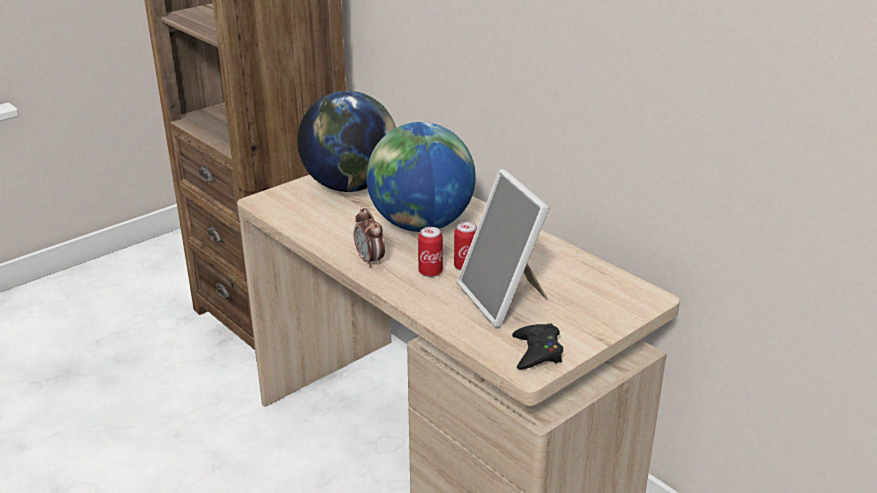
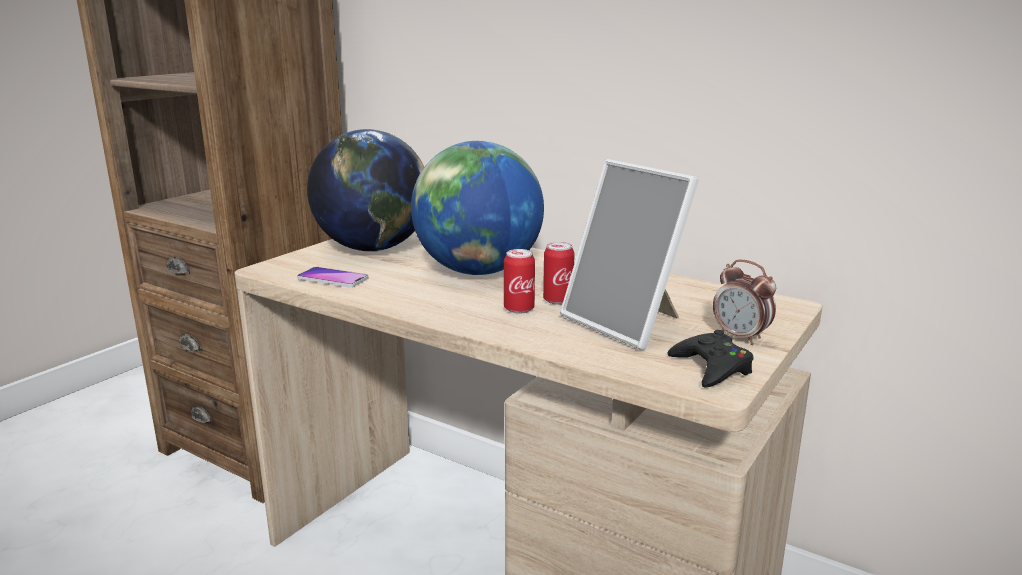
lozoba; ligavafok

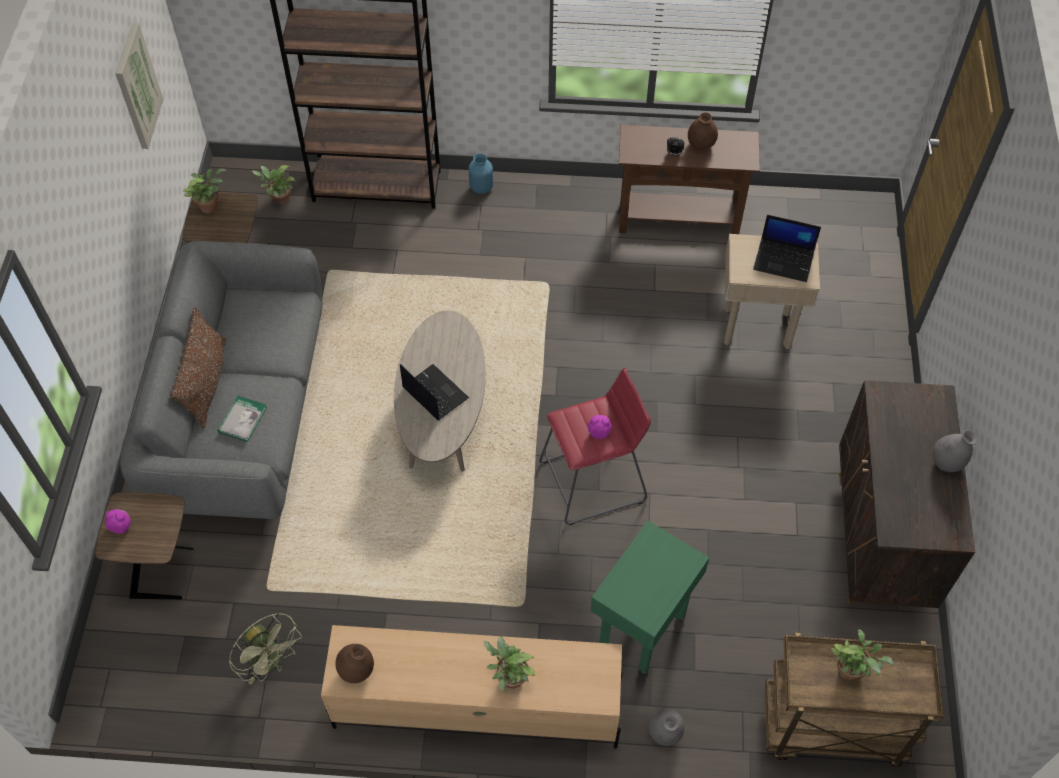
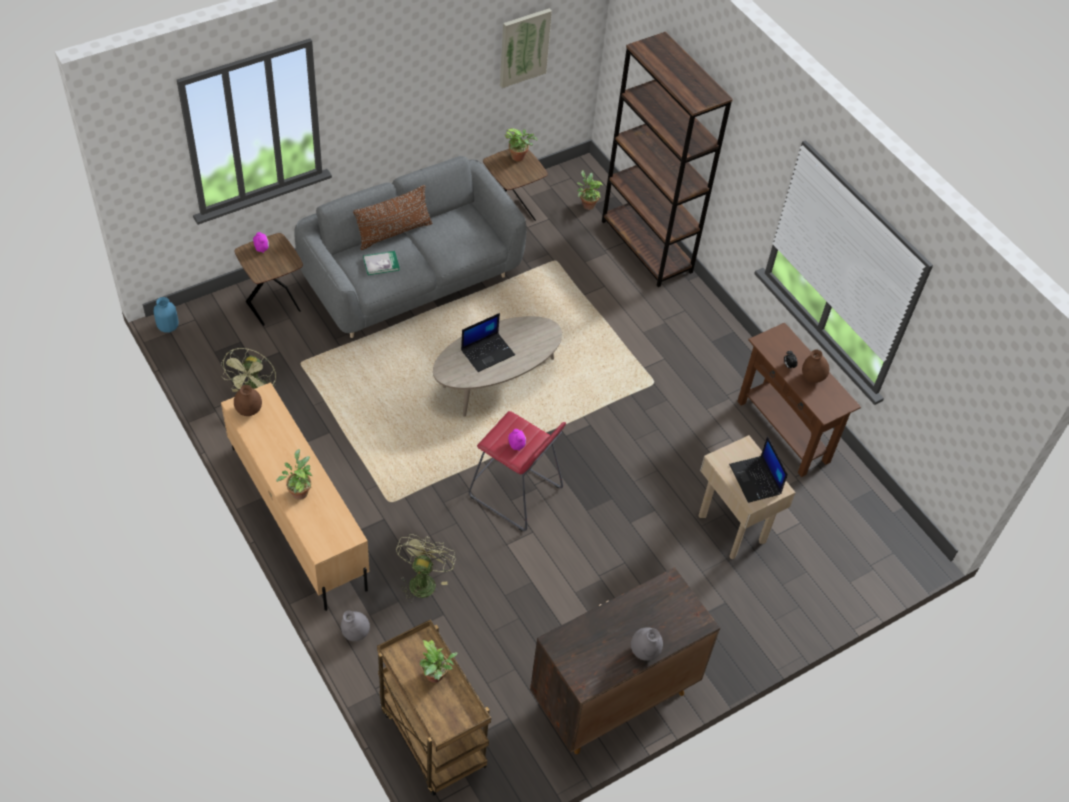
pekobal (no. 1 from left); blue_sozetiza; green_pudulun (no. 2 from left)

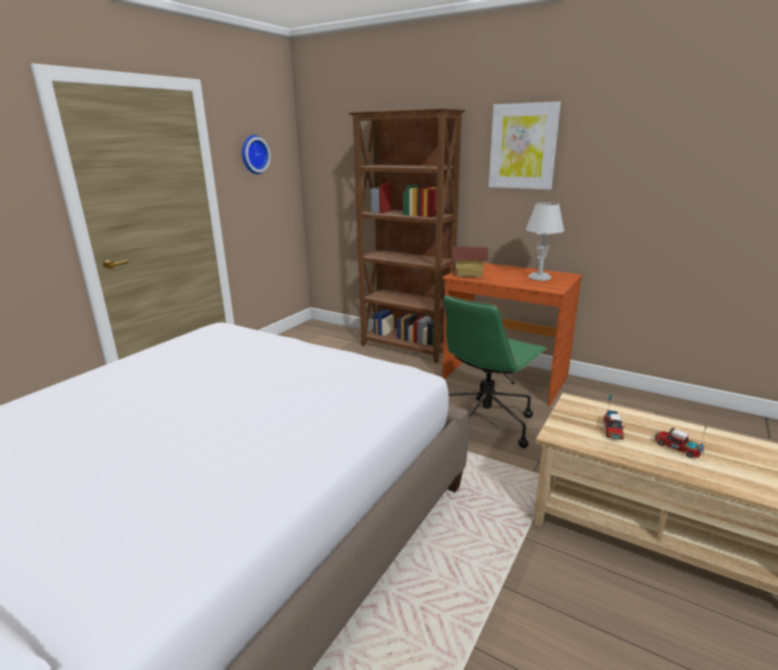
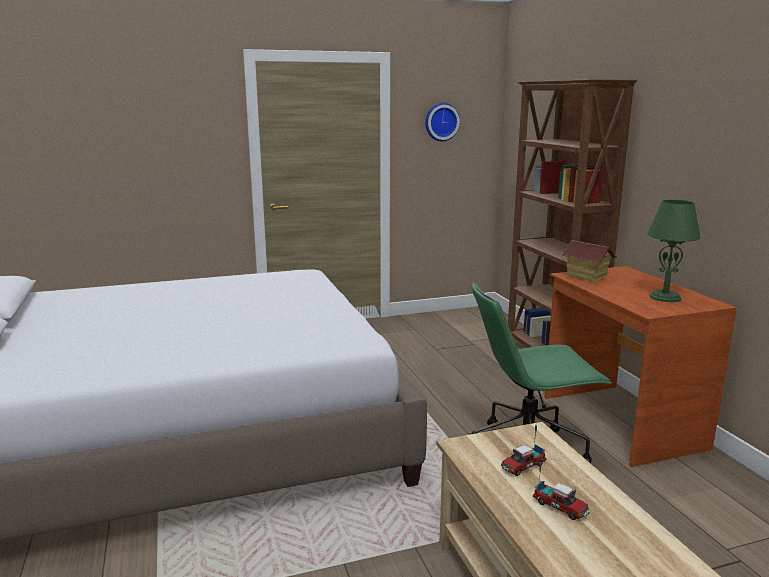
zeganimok; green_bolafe; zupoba (no. 2 from left)

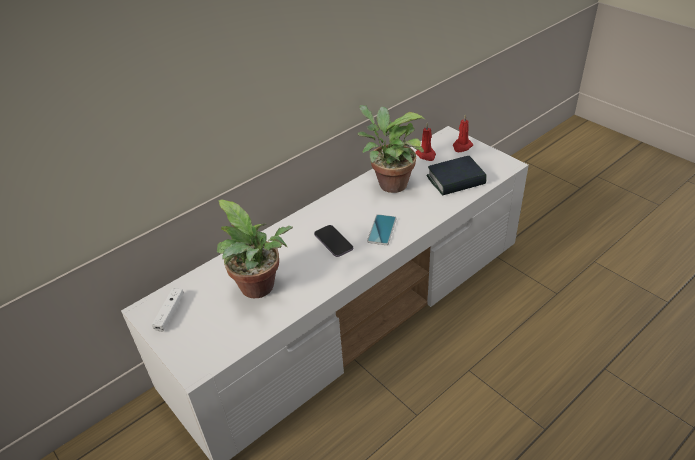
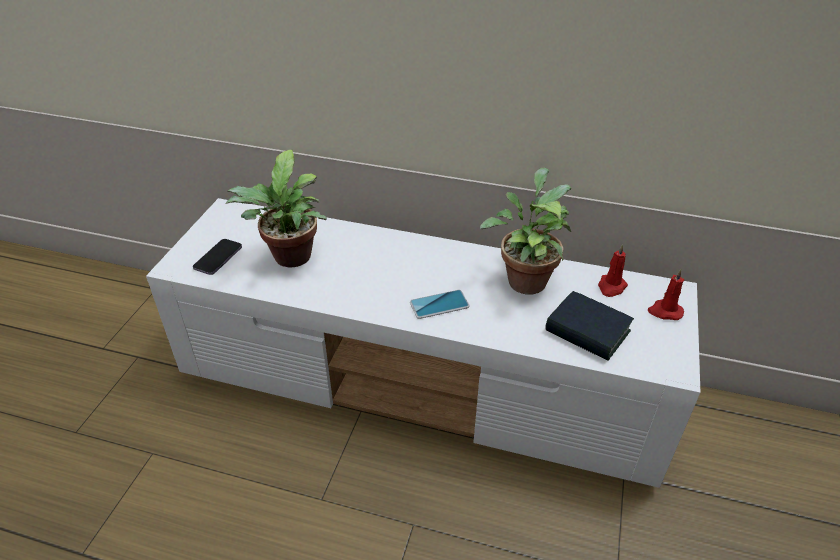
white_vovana; ligavafok (no. 1 from left)

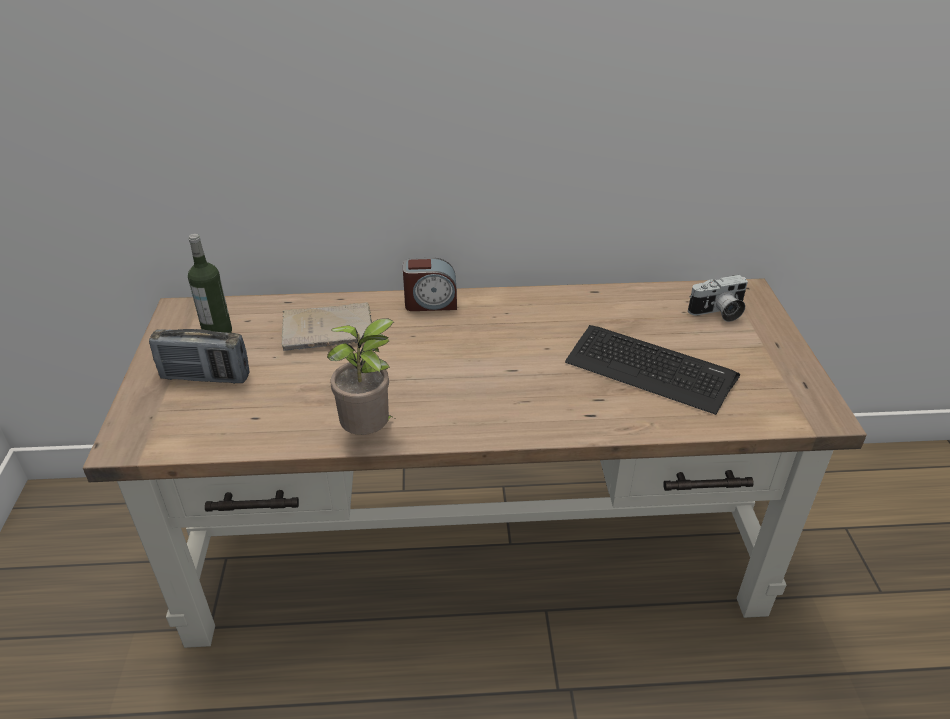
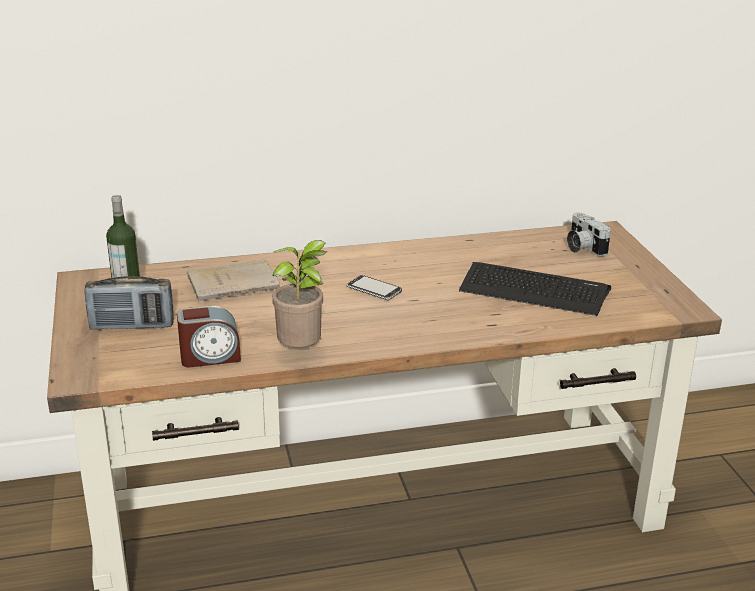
lozoba; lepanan; ligavafok

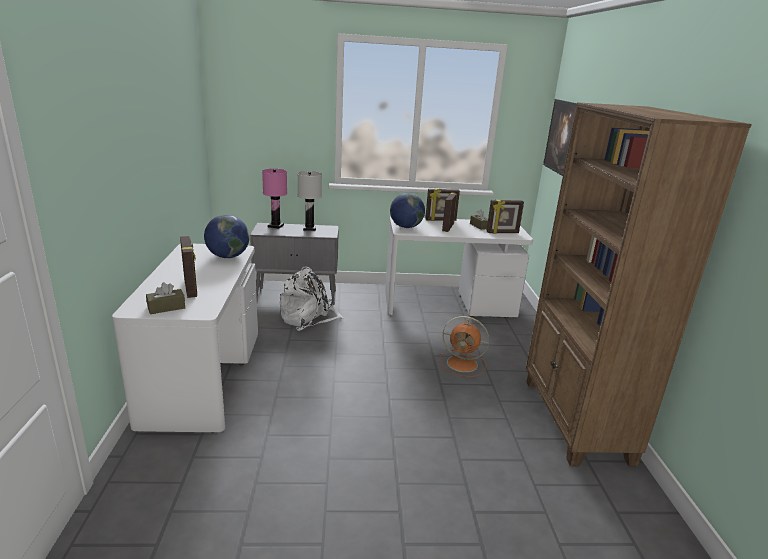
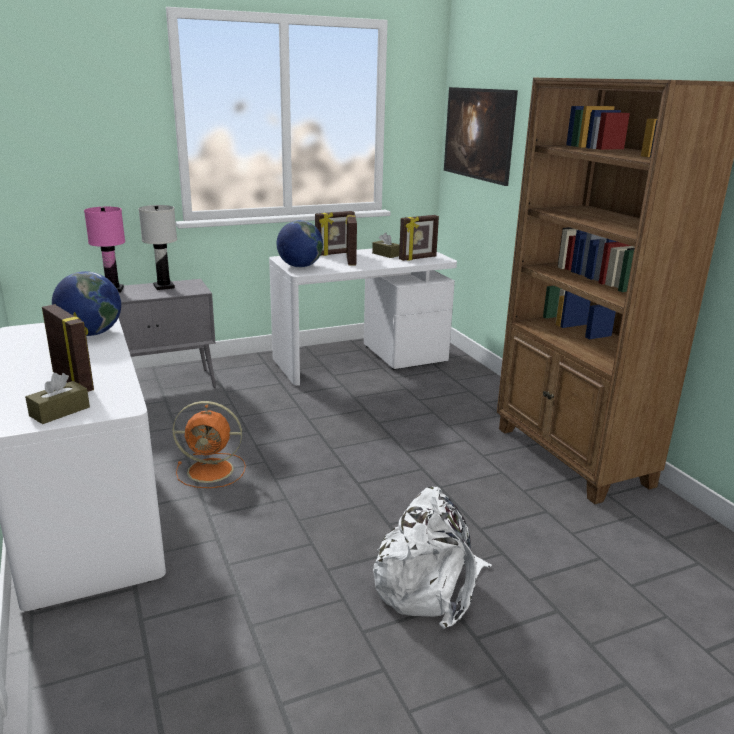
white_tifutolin; orange_pudulun

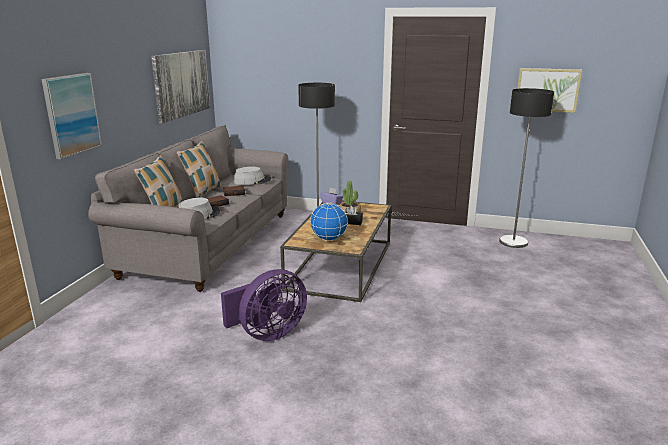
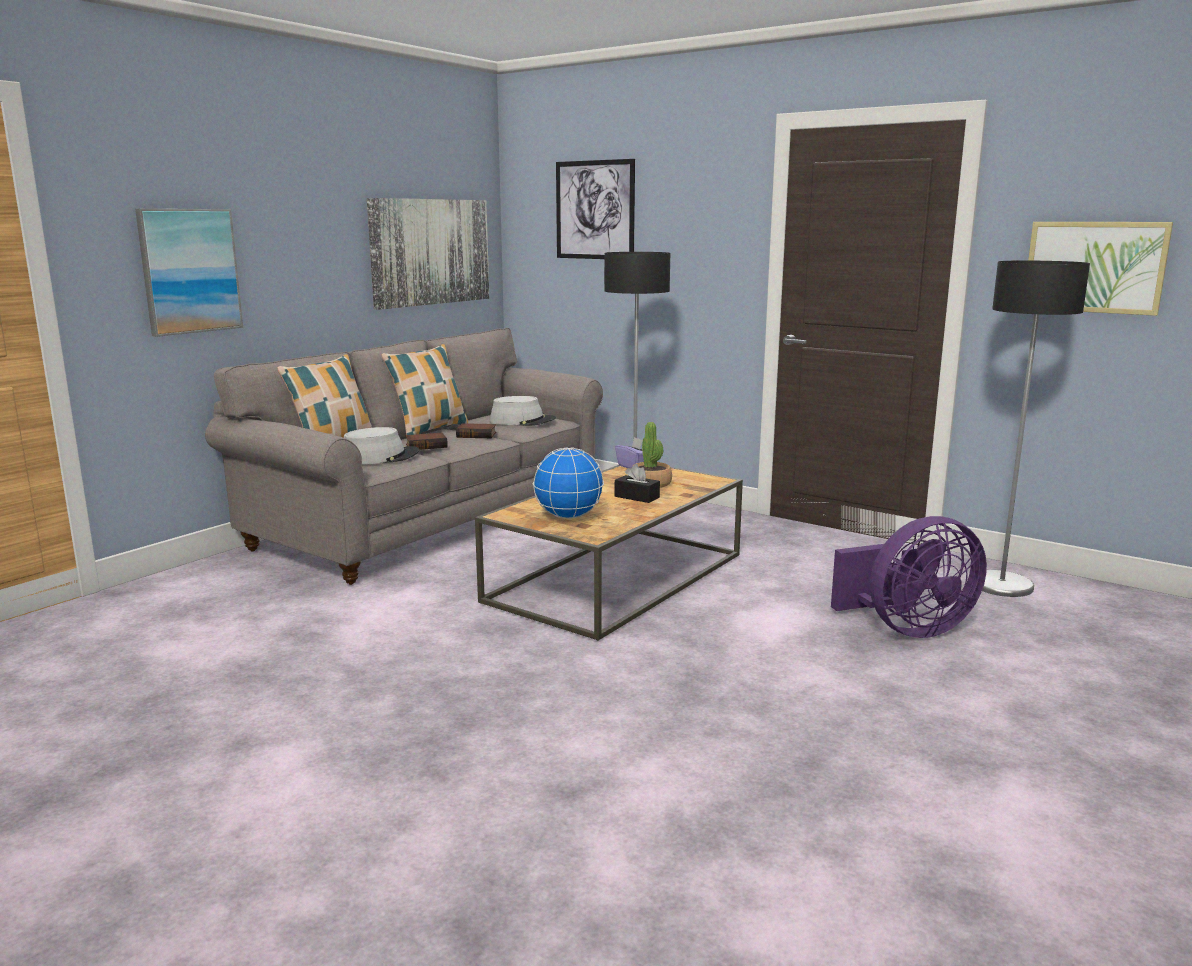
purple_pudulun; zeganimok (no. 3 from left)

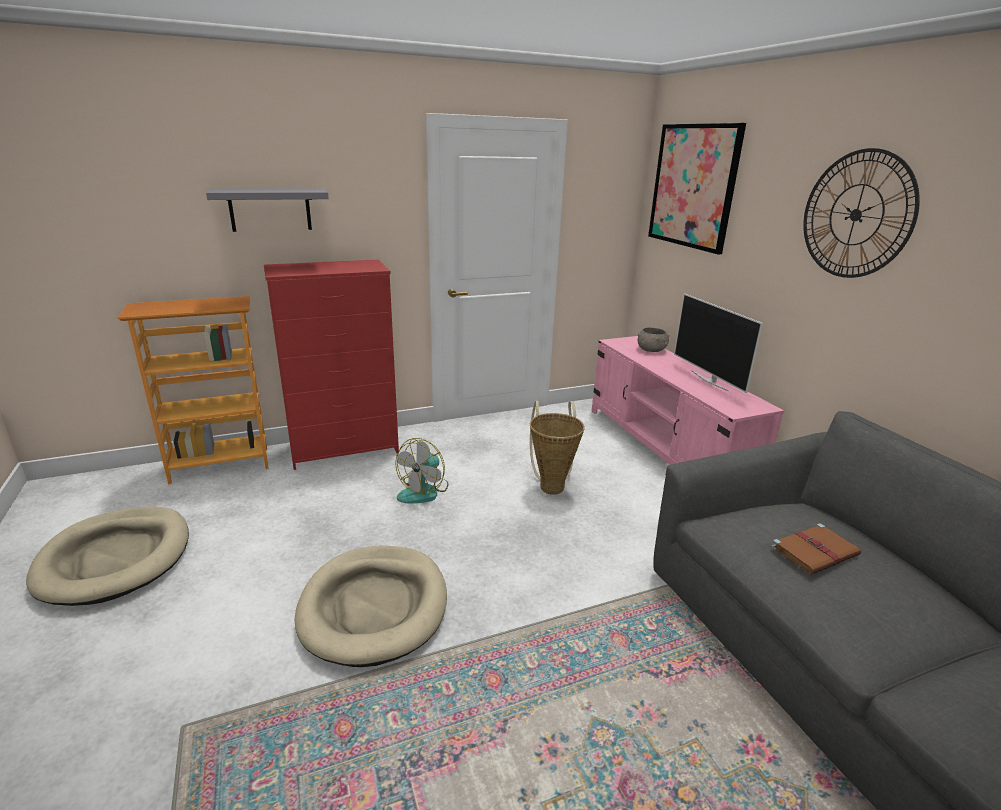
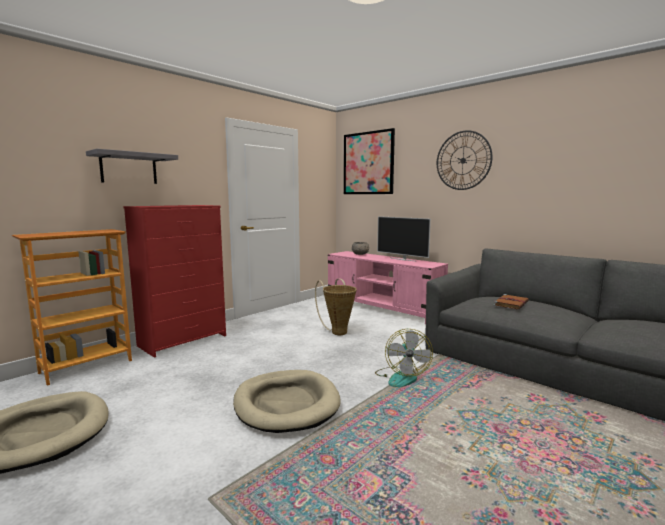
pudulun

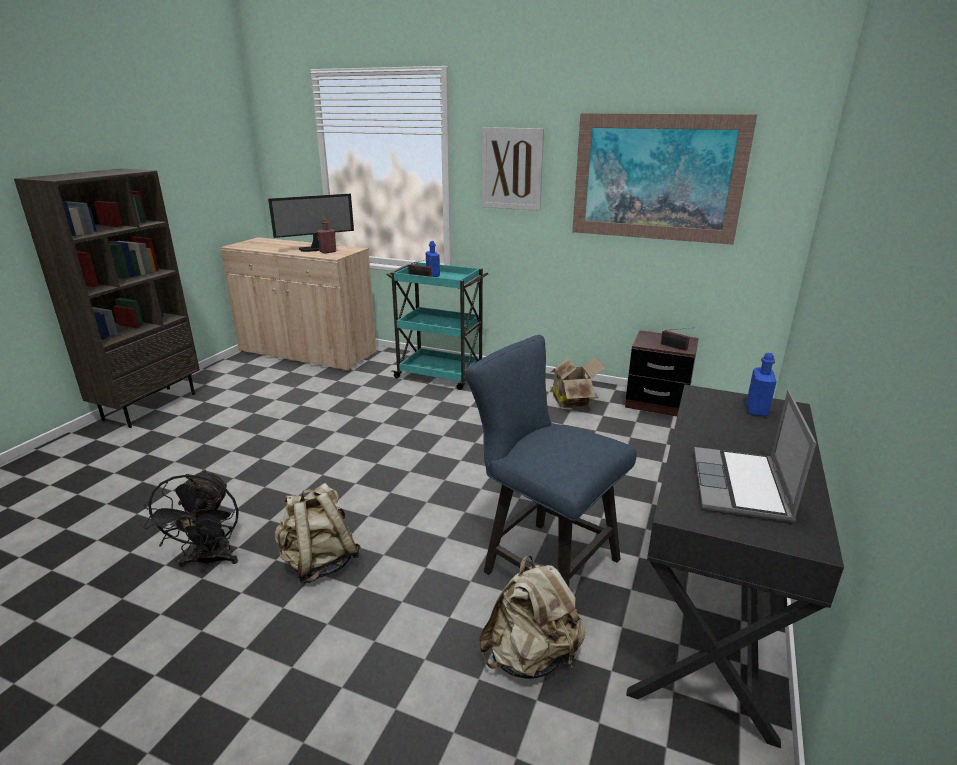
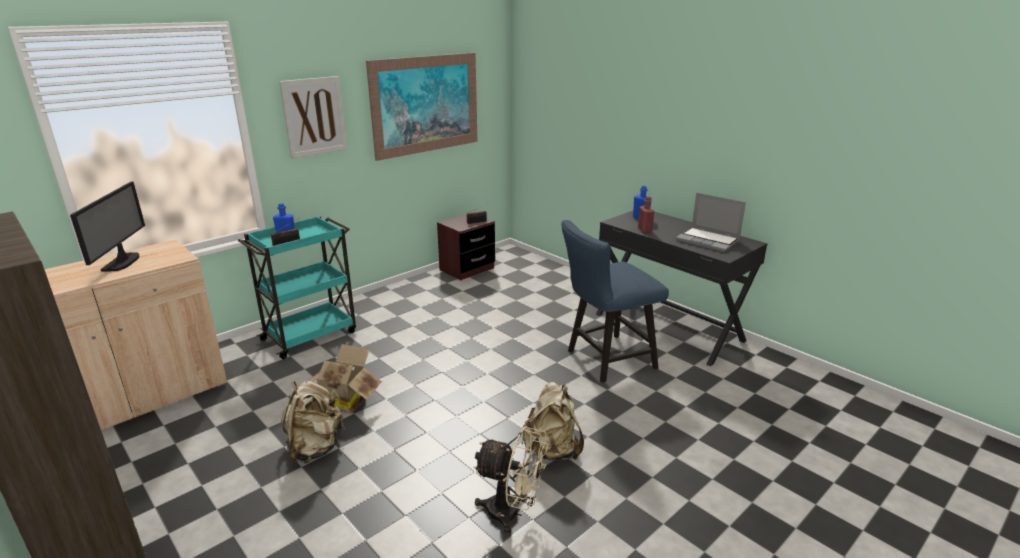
beige_pudulun; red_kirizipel; beige_tifutolin (no. 1 from left); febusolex

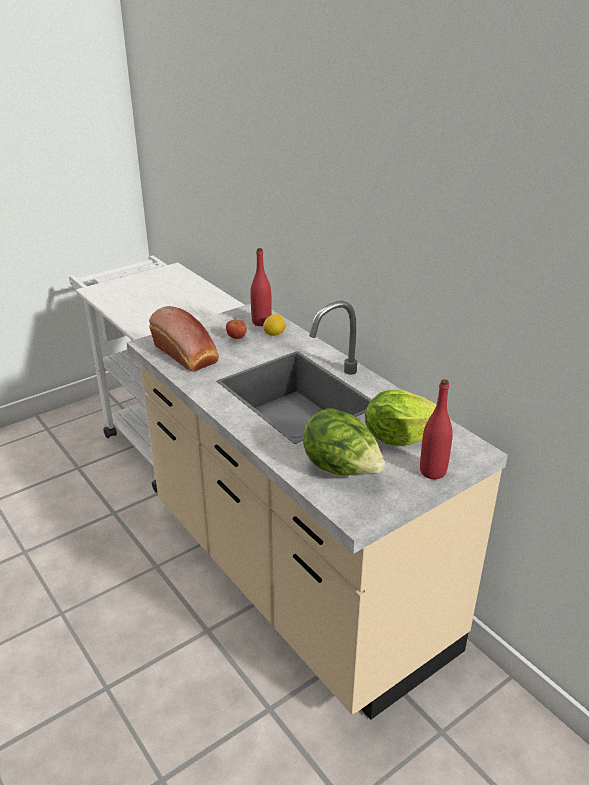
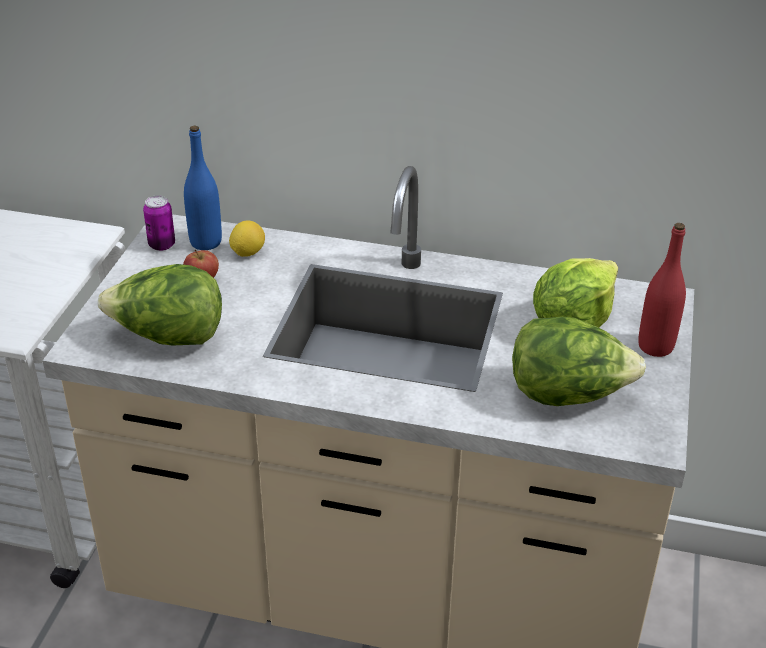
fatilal (no. 1 from left); blue_kirizipel; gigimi

